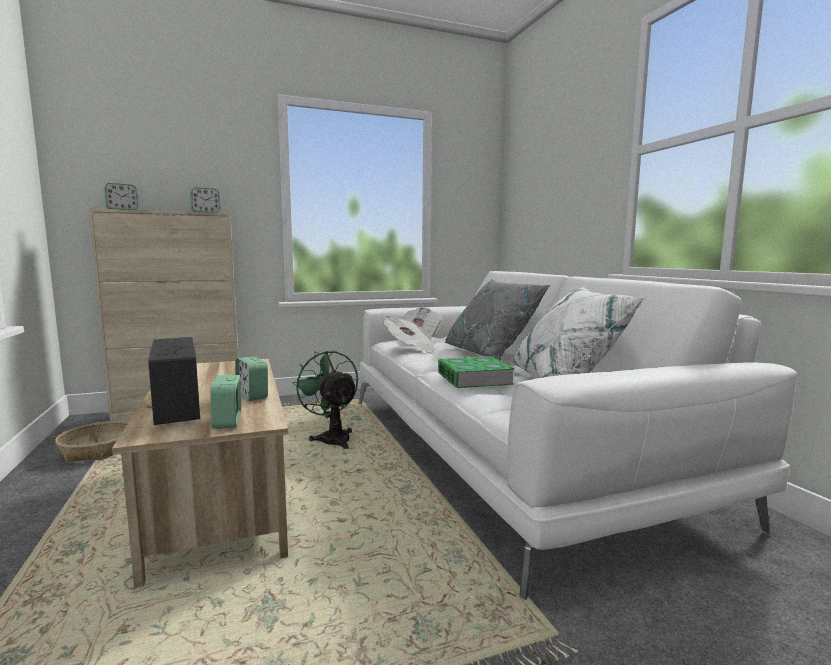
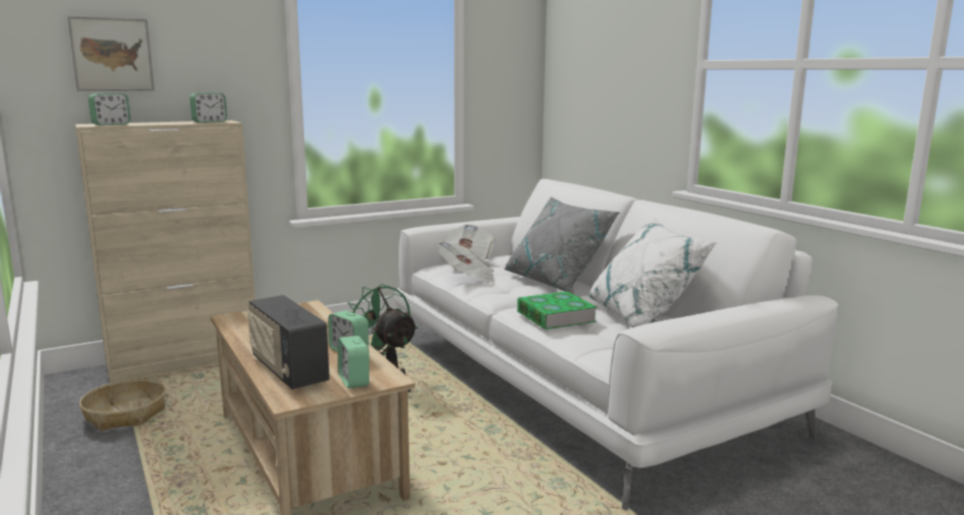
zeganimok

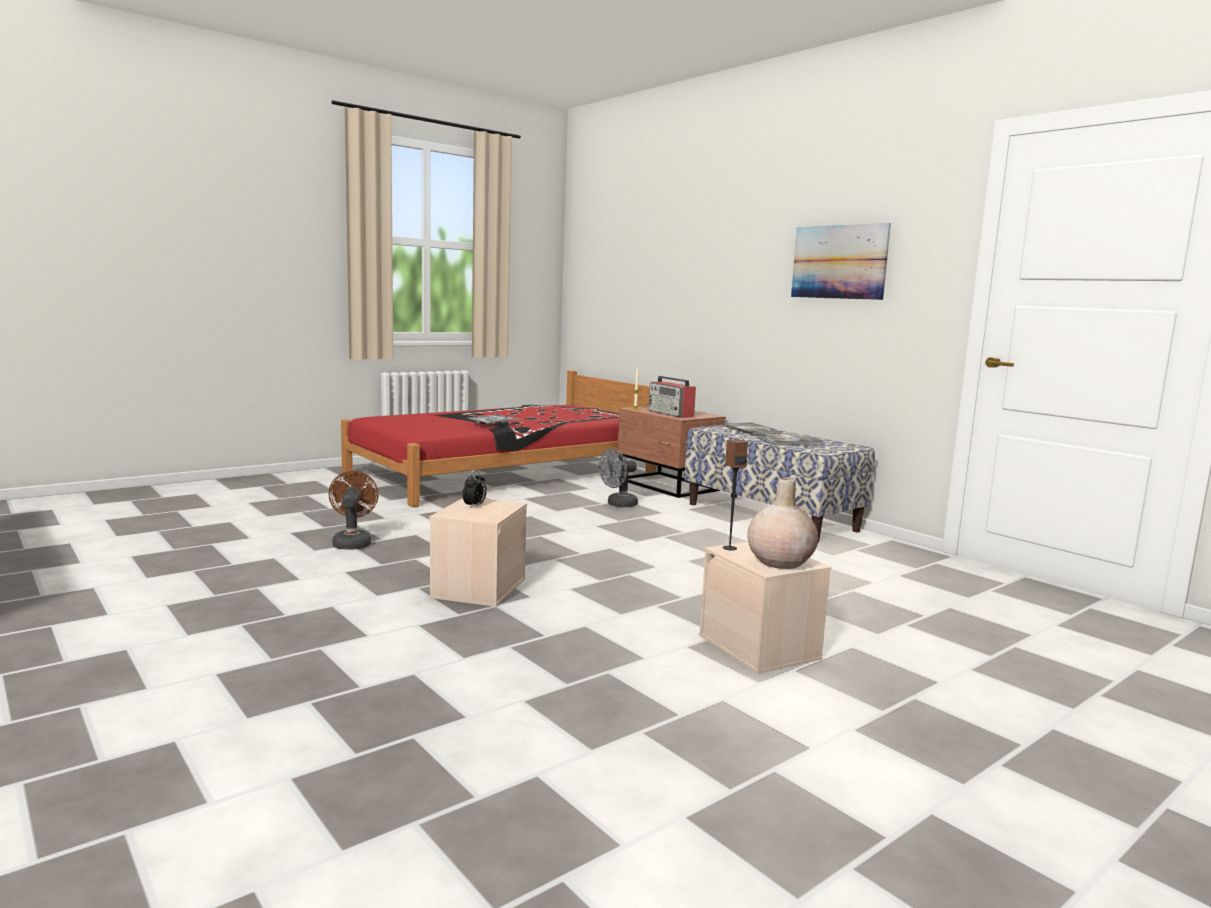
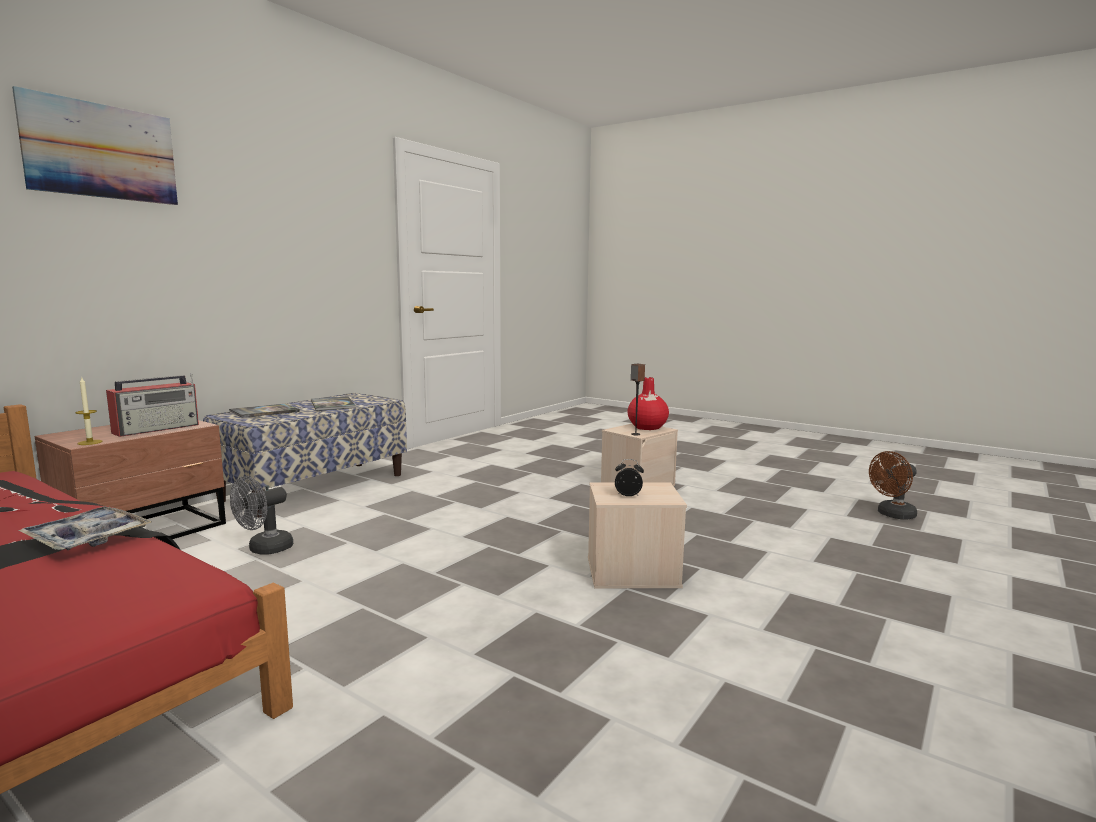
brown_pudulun; grey_pudulun; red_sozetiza; zeganimok

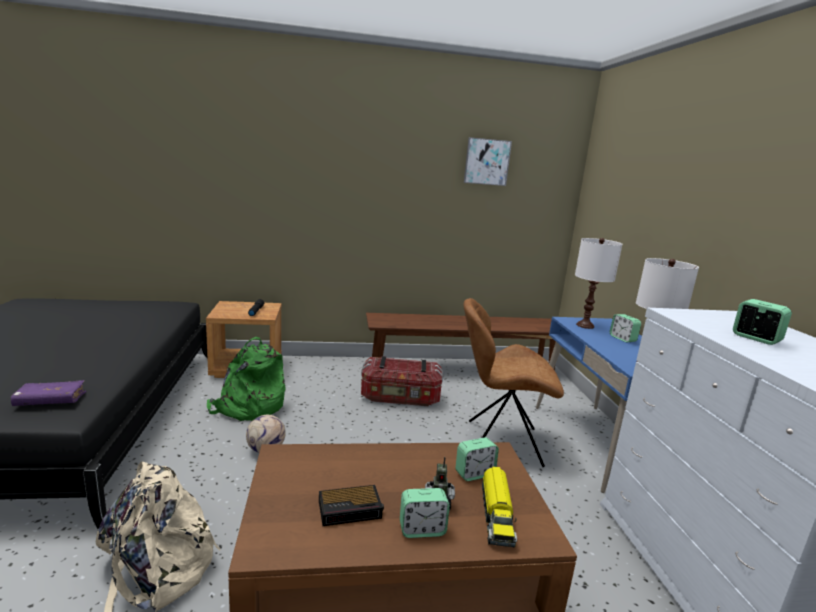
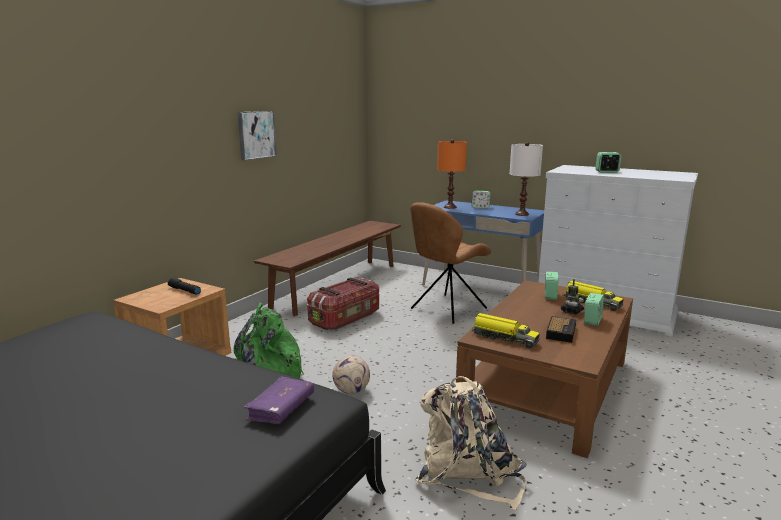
zeganimok; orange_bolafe; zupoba (no. 1 from left)

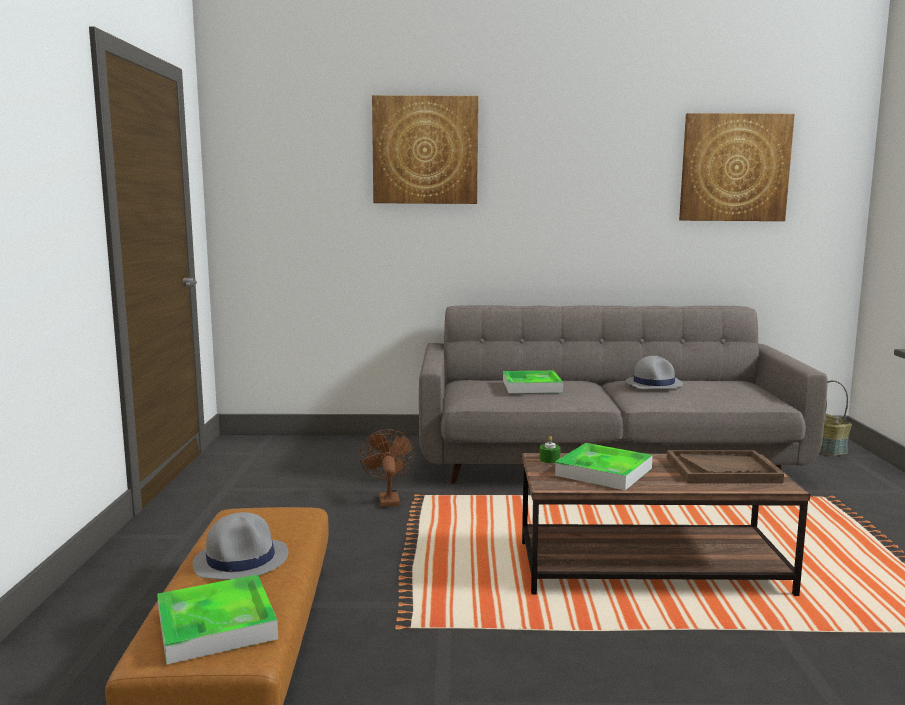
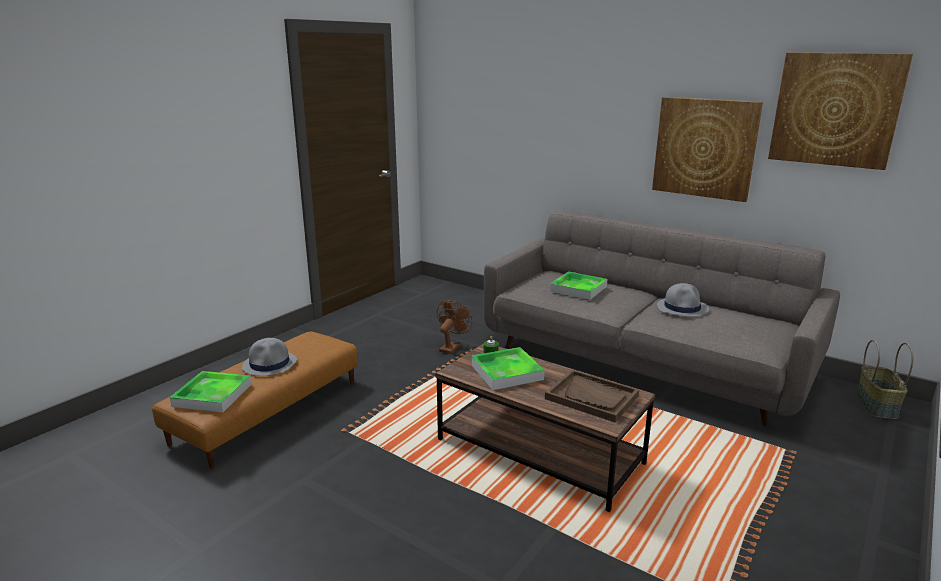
zeganimok (no. 1 from left)

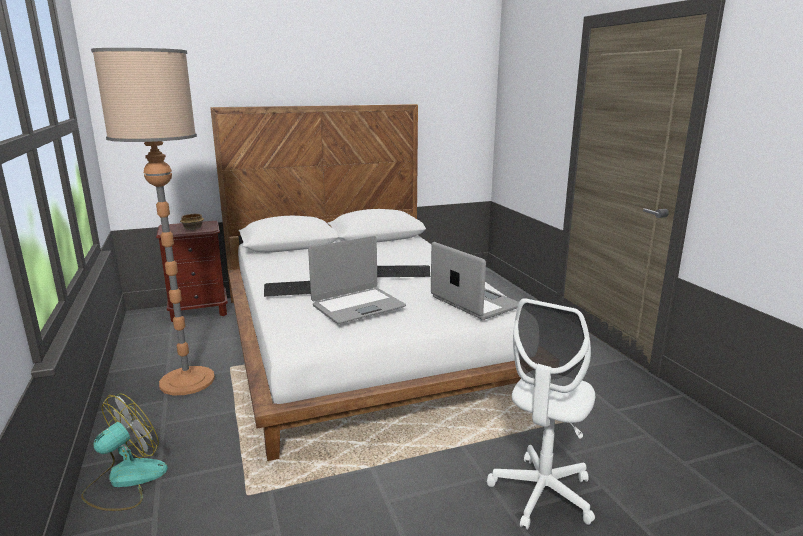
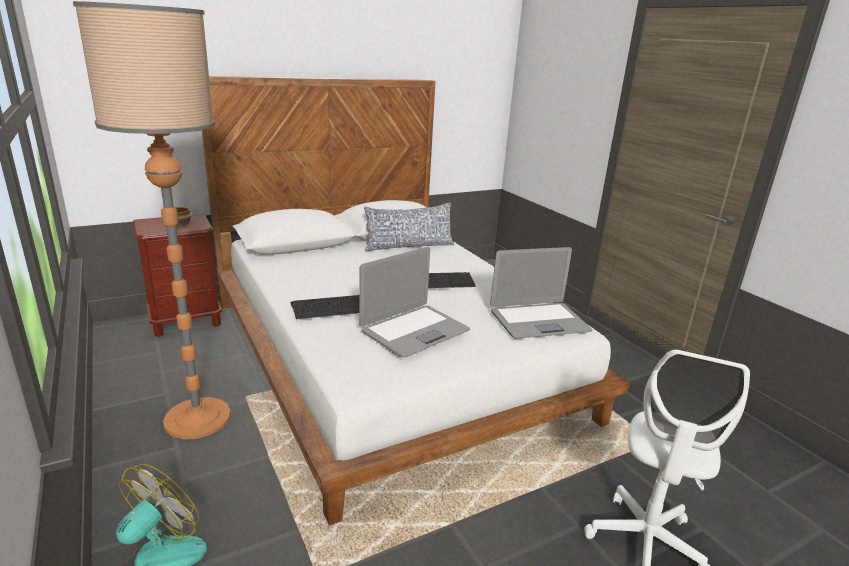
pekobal (no. 2 from left); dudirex

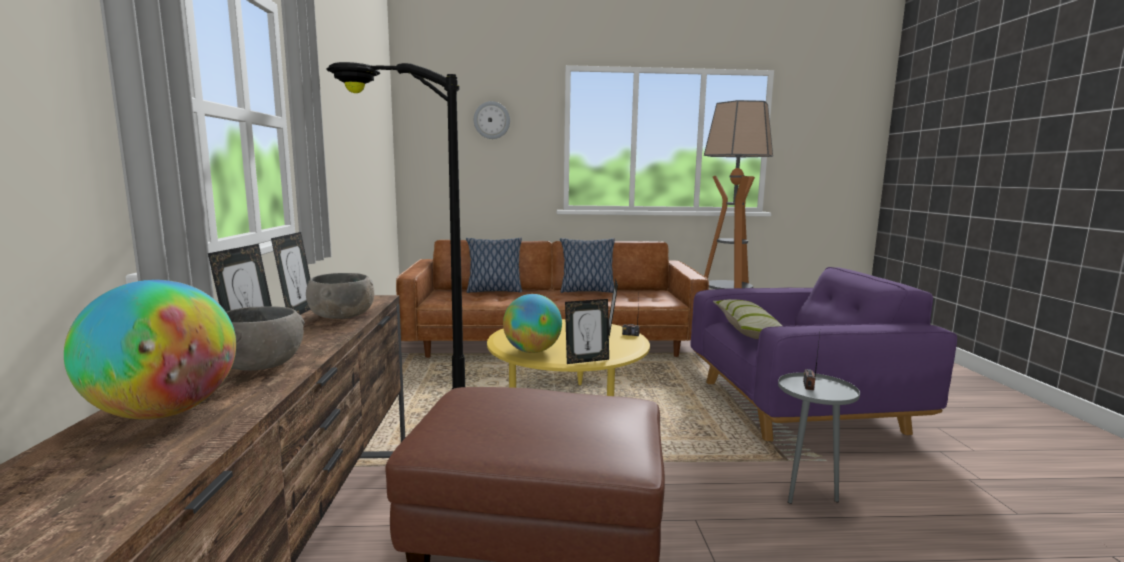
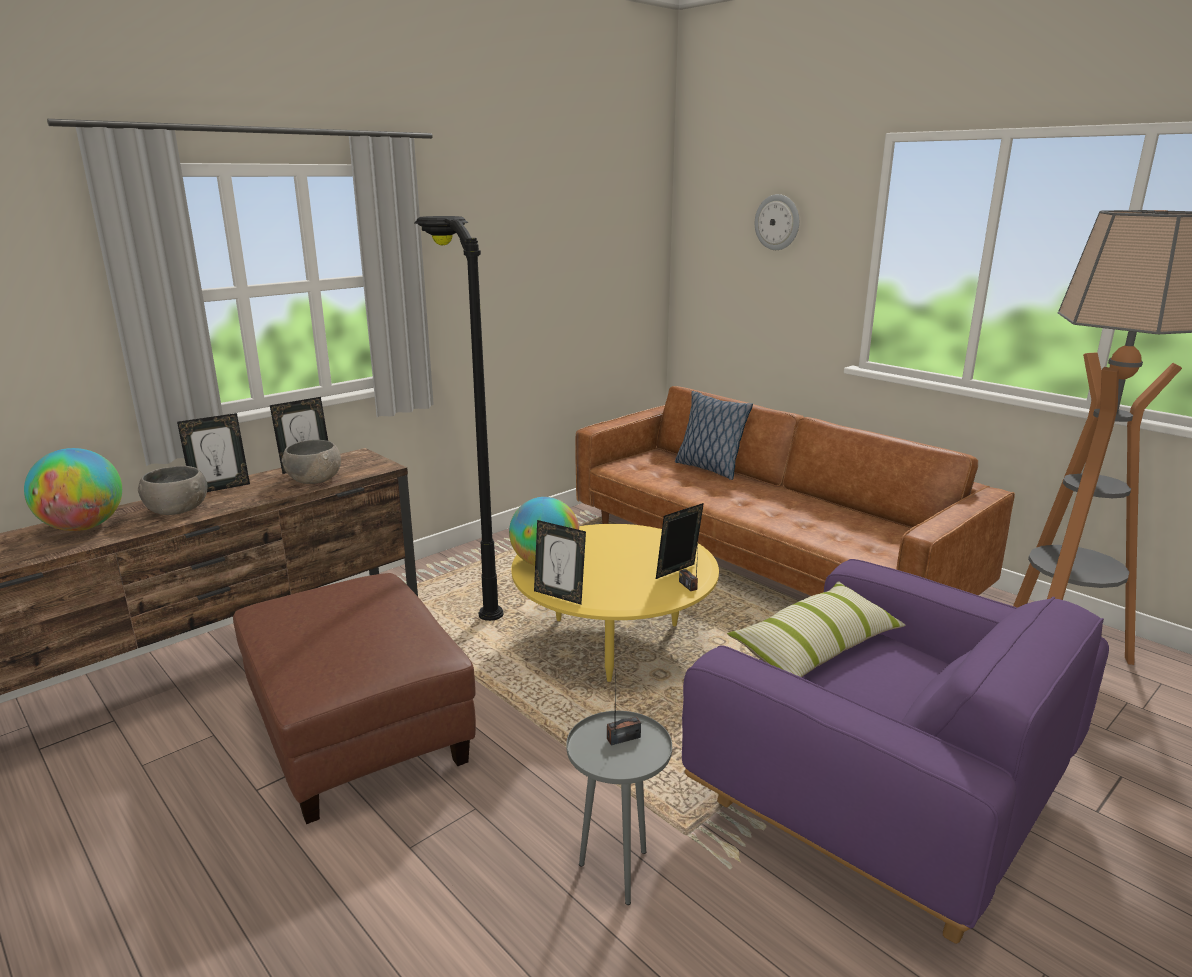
dudirex (no. 2 from left in the first image)

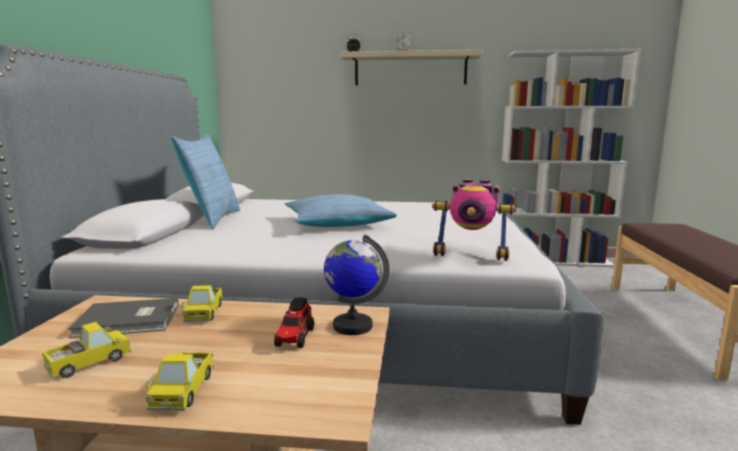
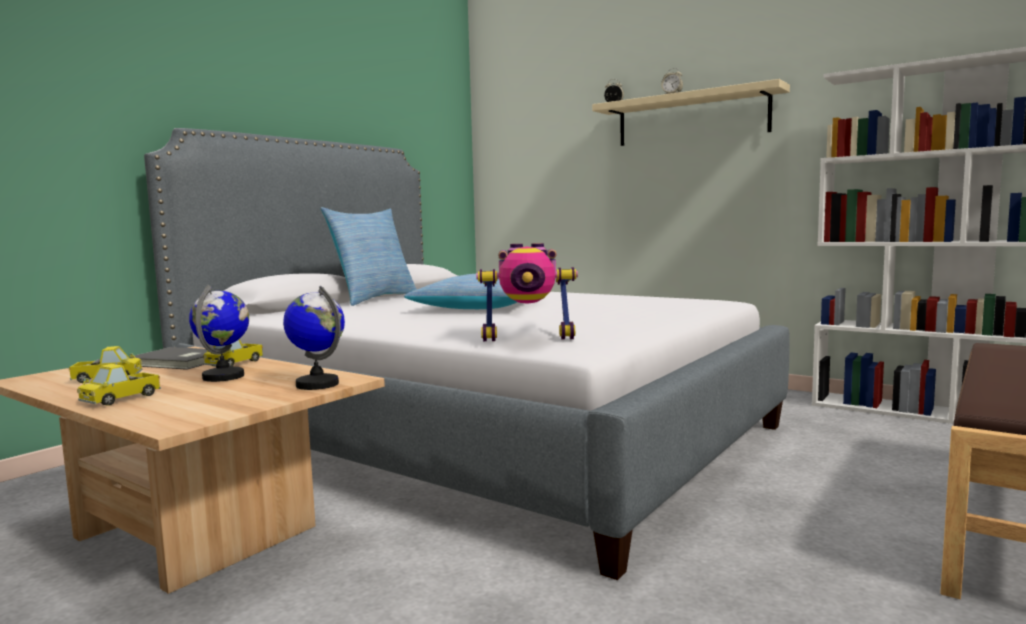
zupoba (no. 4 from left in the first image); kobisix; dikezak (no. 1 from left)

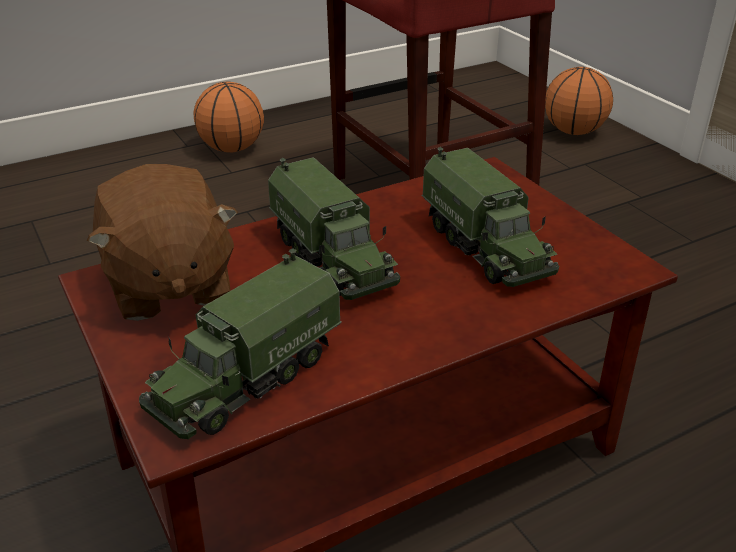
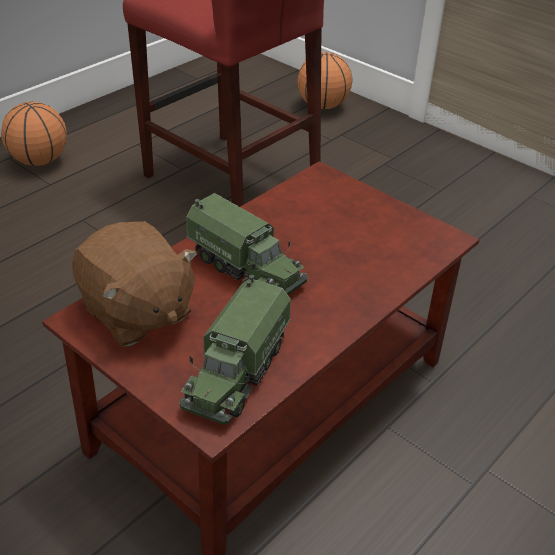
zupoba (no. 3 from left in the first image)

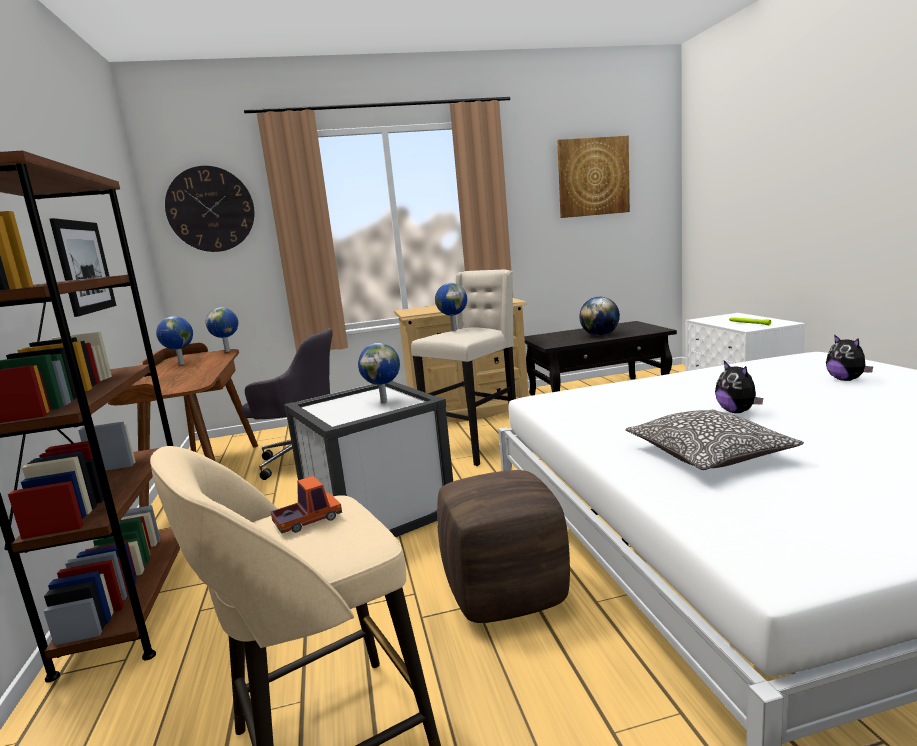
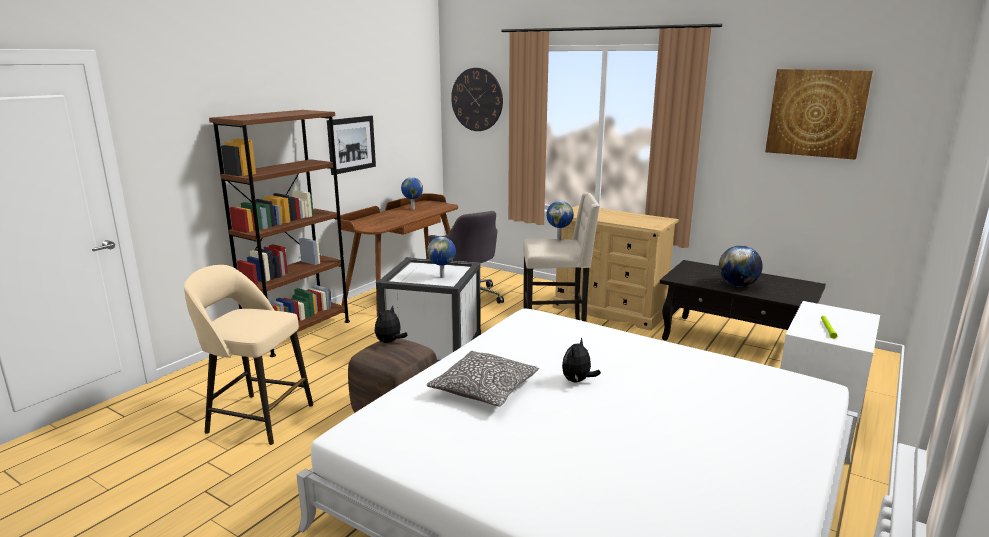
dikezak (no. 2 from left in the first image); zupoba; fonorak (no. 1 from left)

